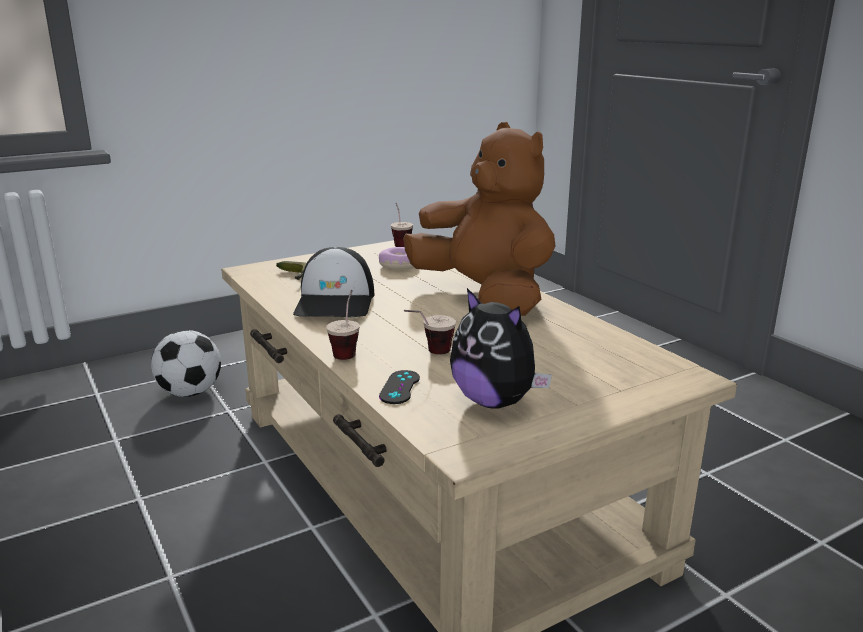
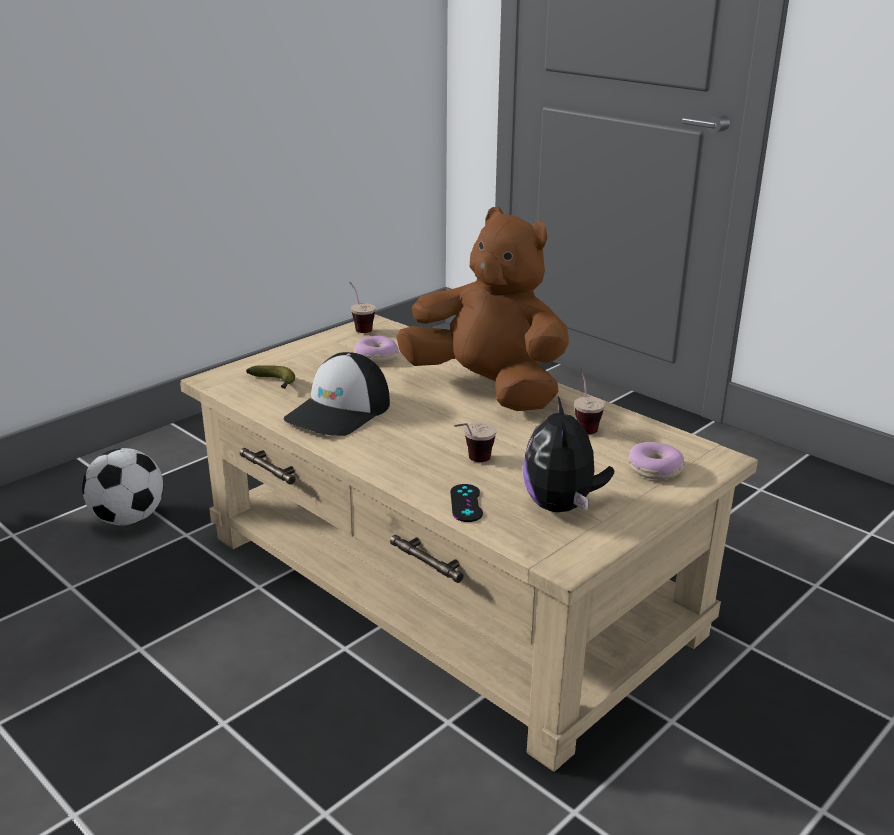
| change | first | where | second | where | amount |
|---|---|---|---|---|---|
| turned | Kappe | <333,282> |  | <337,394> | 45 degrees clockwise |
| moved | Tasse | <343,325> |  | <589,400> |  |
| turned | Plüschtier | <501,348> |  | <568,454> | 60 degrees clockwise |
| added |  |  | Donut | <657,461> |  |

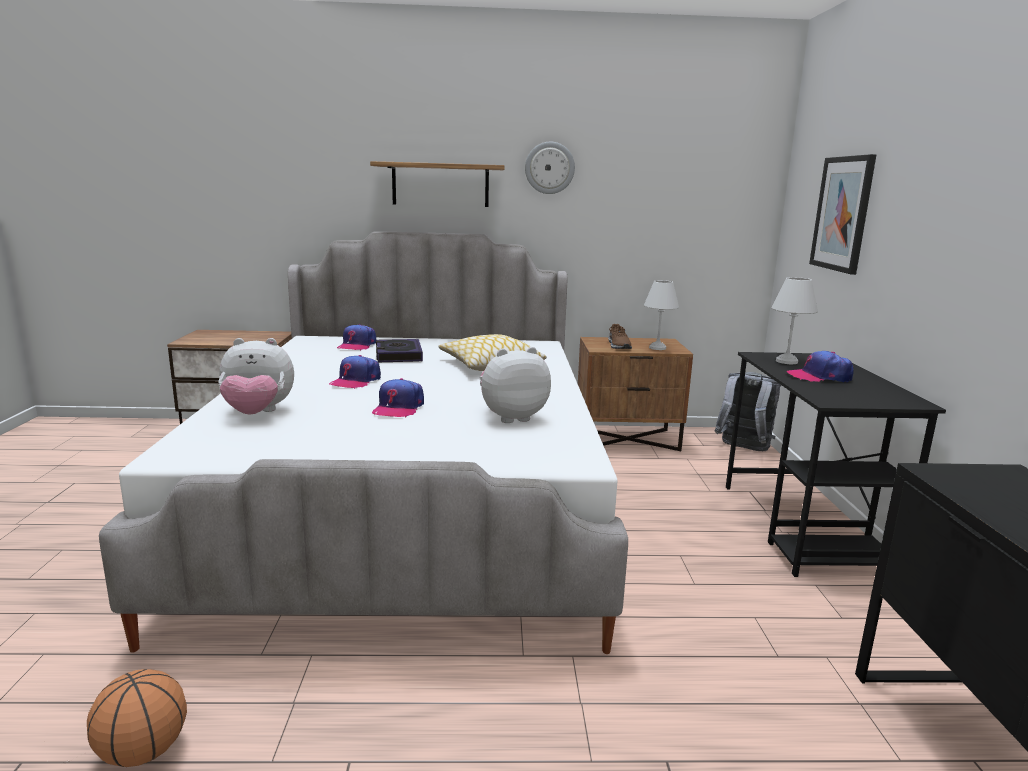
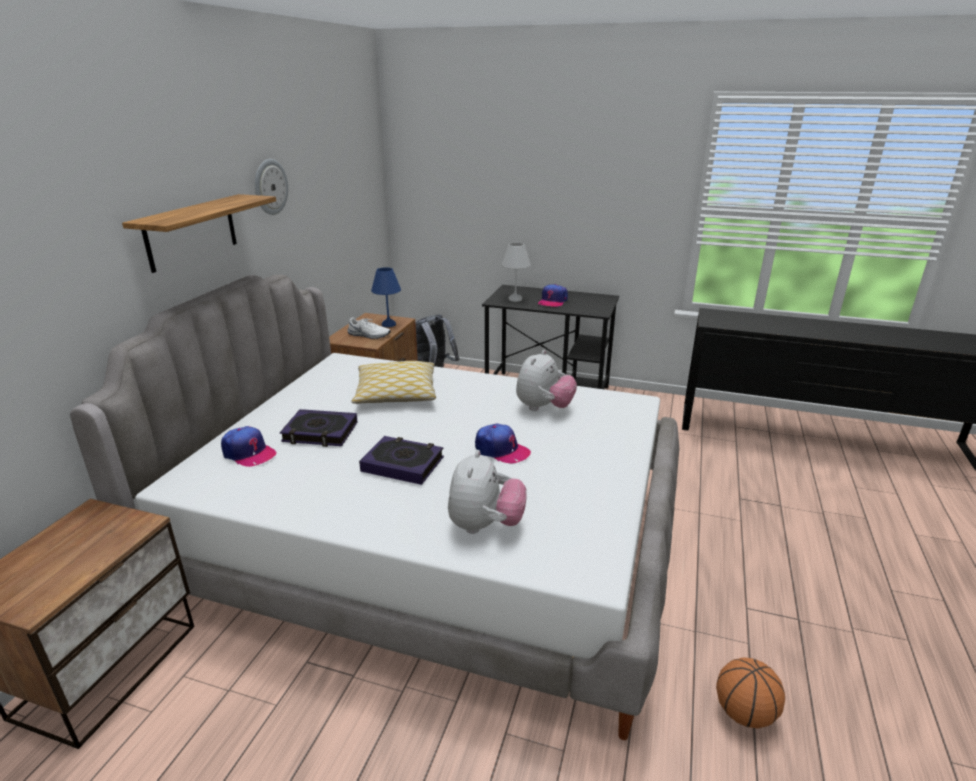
| change | first | where | second | where | amount |
|---|---|---|---|---|---|
| replaced | Kappe | <355,372> | Buch | <401,460> |  |
| turned | Plüschtier | <515,385> |  | <546,380> | 150 degrees counterclockwise |
| recoloured | Schuh [braun] | <620,336> | Schuh [weiß] | <369,328> |  |
| recoloured | Tischlampe [weiß] | <661,315> | Tischlampe [blau] | <386,297> |  |
| removed | Bild | <842,214> |  |  |  |

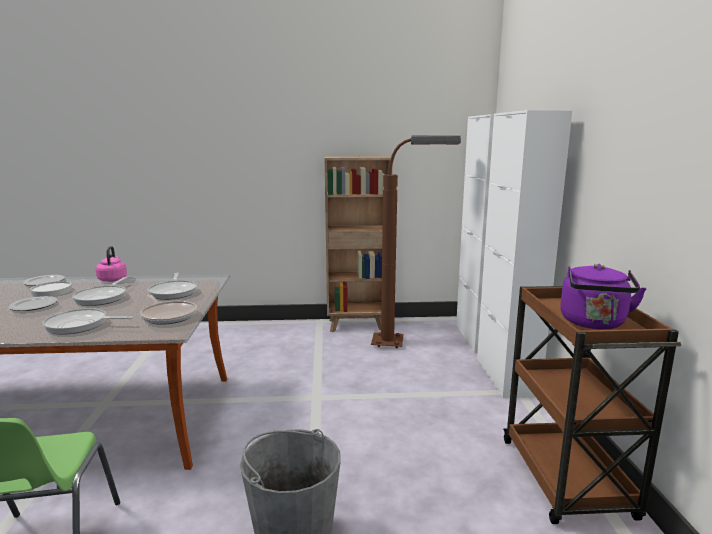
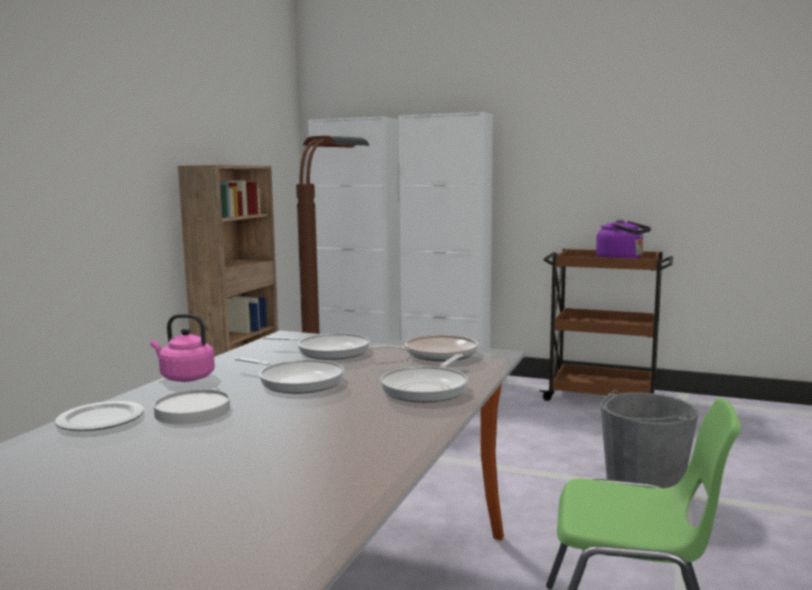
| change | first | where | second | where | amount |
|---|---|---|---|---|---|
| removed | Teller | <33,303> |  |  |  |

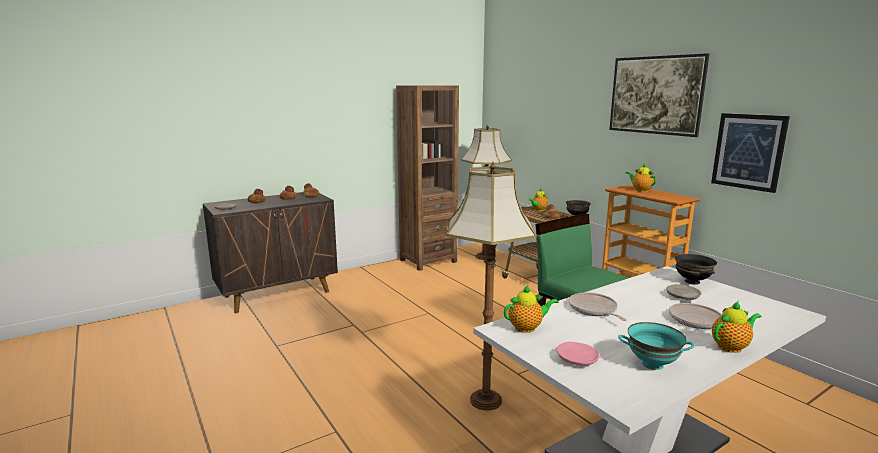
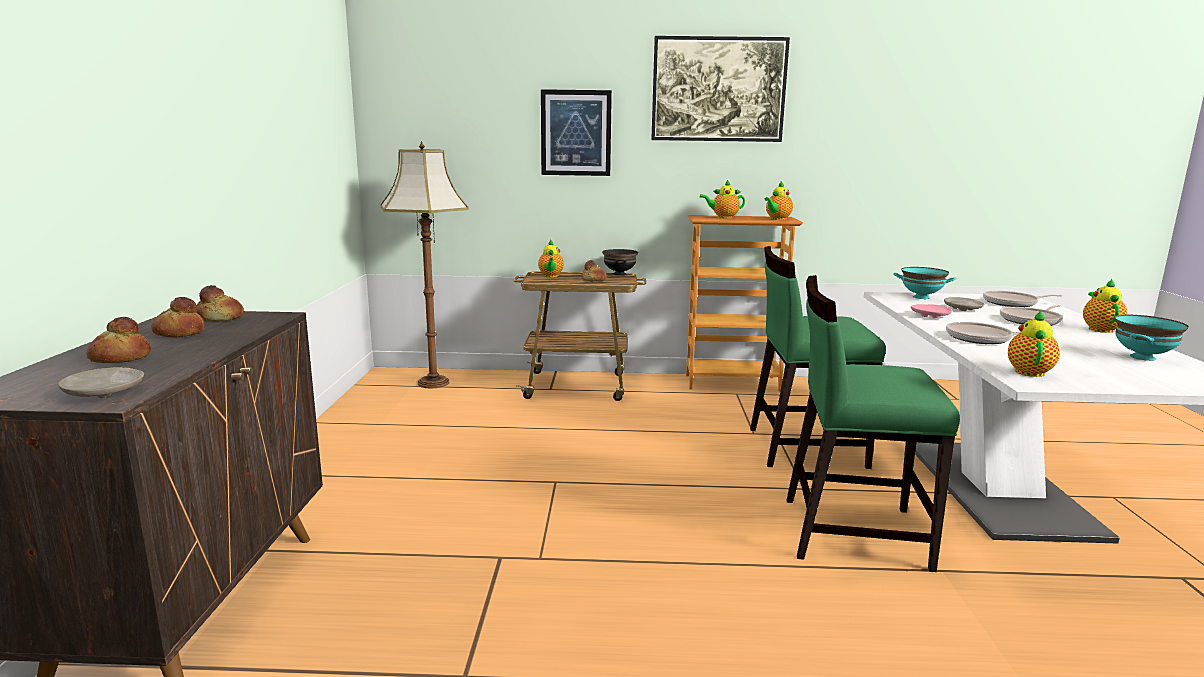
| change | first | where | second | where | amount |
|---|---|---|---|---|---|
| removed | Bücherregal [braun] | <427,178> |  |  |  |
| replaced | Stehlampe | <491,286> | Stuhl [grün] | <873,423> |  |
| moved | Teller [rosa] | <578,353> |  | <931,311> |  |
| recoloured | Schüssel [schwarz] | <696,269> | Schüssel [türkis] | <924,283> |  |
| moved | Bild | <750,153> |  | <576,132> |  |
| added |  |  | Teekanne | <779,200> |  |
| added |  |  | Pfanne | <1022,299> |  |

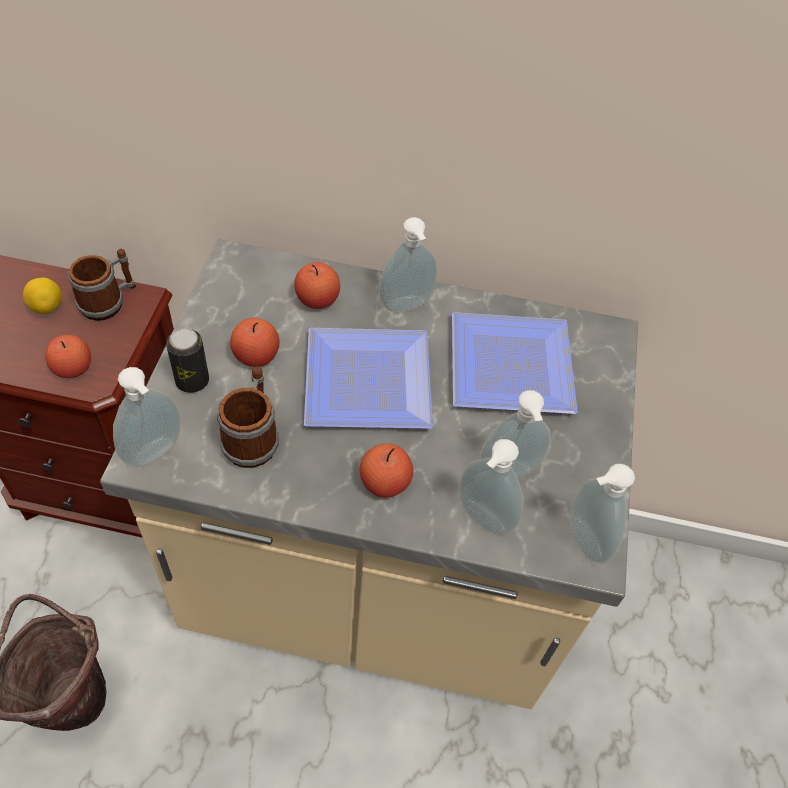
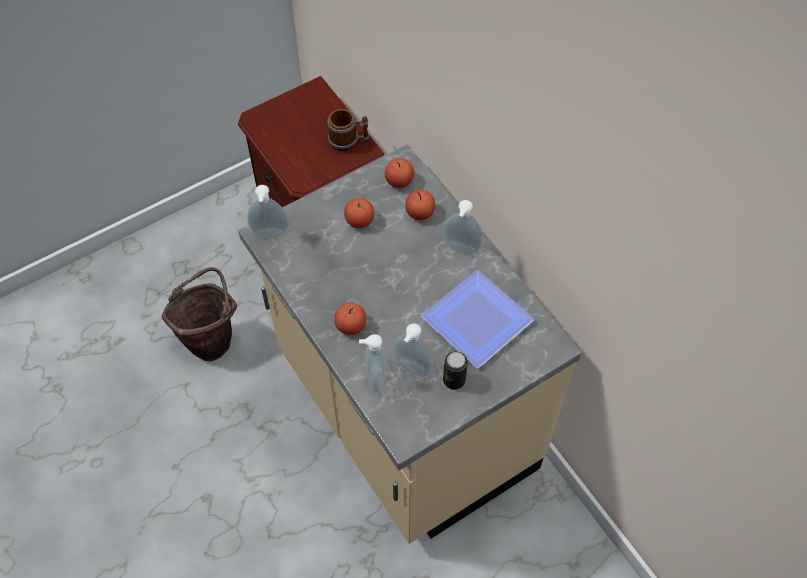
| change | first | where | second | where | amount |
|---|---|---|---|---|---|
| removed | Zitrone | <42,296> |  |  |  |
| moved | Apfel | <68,356> |  | <399,173> |  |
| moved | Dose | <187,360> |  | <455,370> |  |
| removed | Henkelbecher | <248,417> |  |  |  |
| removed | Teller | <368,378> |  |  |  |
| removed | Seifenspender | <602,513> |  |  |  |

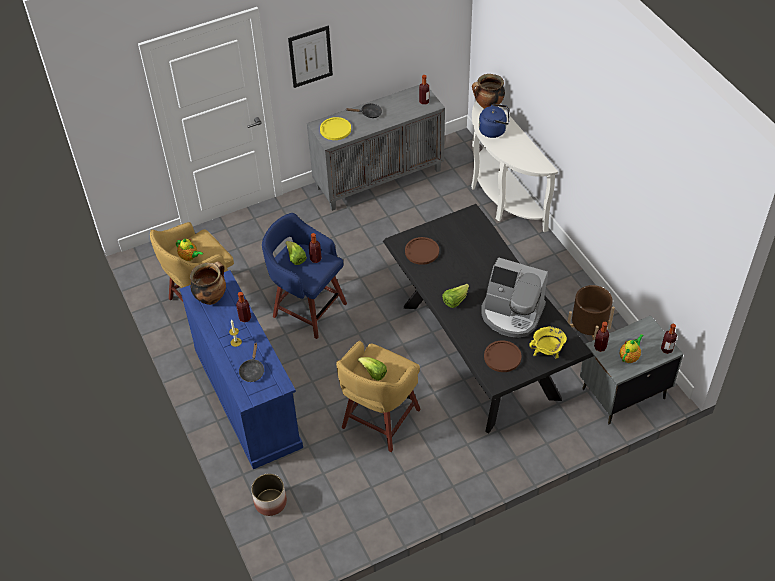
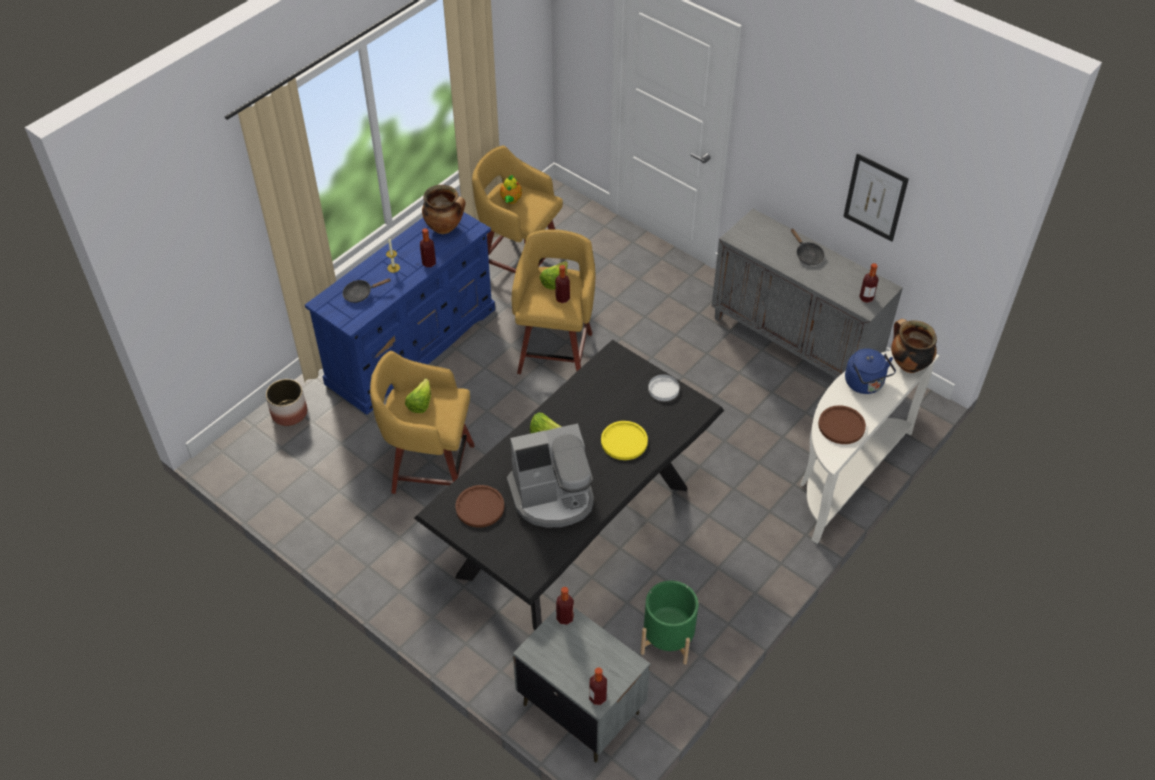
| change | first | where | second | where | amount |
|---|---|---|---|---|---|
| recoloured | Hocker [blau] | <304,276> | Hocker [gelb] | <553,301> |  |
| moved | Bild | <310,56> |  | <876,197> |  |
| moved | Teller [gelb] | <335,128> |  | <624,440> |  |
| moved | Teller [braun] | <422,251> |  | <842,424> |  |
| turned | Kaffeemaschine | <514,297> |  | <550,475> | 105 degrees counterclockwise |
| removed | Kochtopf [gelb] | <548,342> |  |  |  |
| recoloured | Pflanzkübel [braun] | <591,312> | Pflanzkübel [grün] | <670,623> |  |
| removed | Teekanne | <632,348> |  |  |  |
| added |  |  | Teller [weiß] | <663,388> |  |

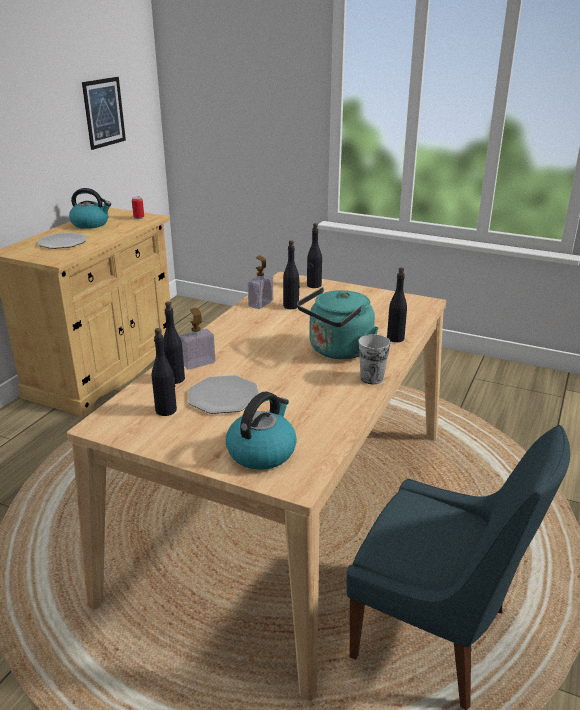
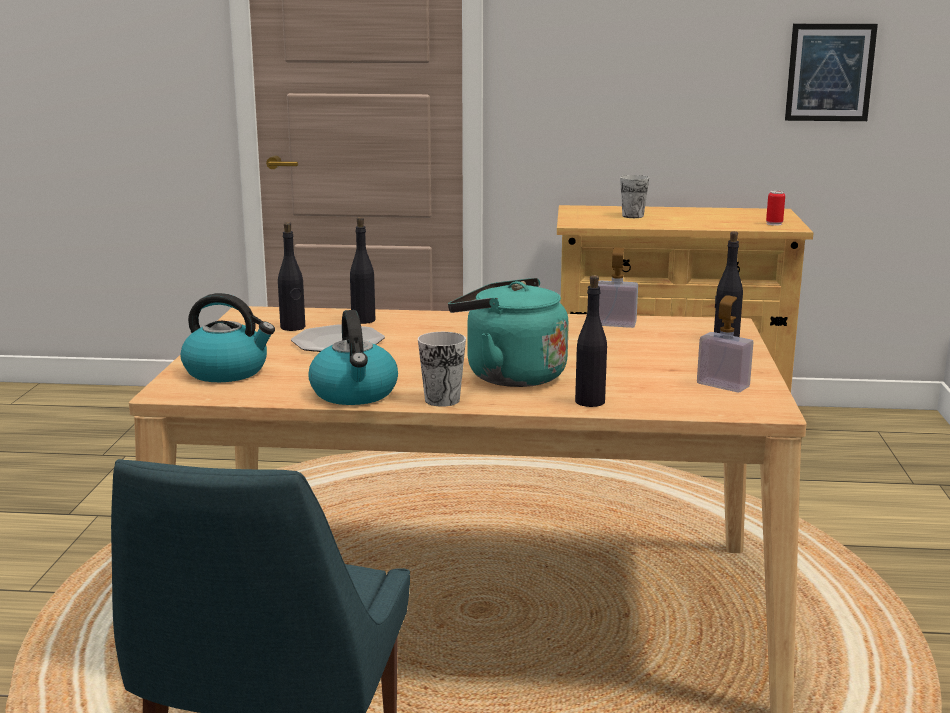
| change | first | where | second | where | amount |
|---|---|---|---|---|---|
| replaced | Teller | <62,240> | Tasse | <634,196> |  |
| moved | Wasserkessel | <90,208> |  | <353,357> |  |
| moved | Seifenspender | <197,339> |  | <725,343> |  |
| removed | Flasche [schwarz] | <291,274> |  |  |  |

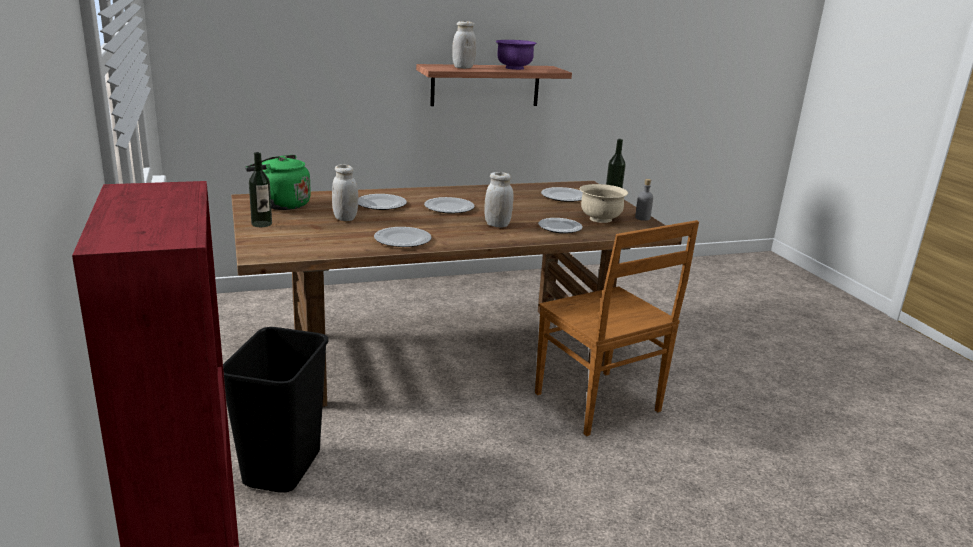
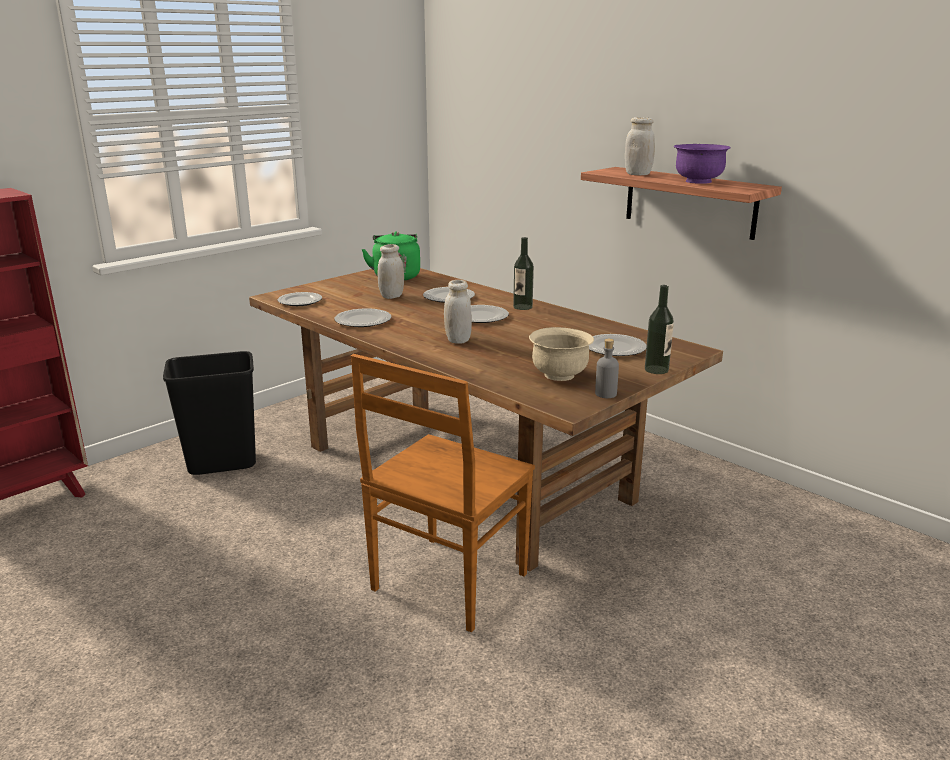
| change | first | where | second | where | amount |
|---|---|---|---|---|---|
| moved | Flasche | <260,189> |  | <523,273> |  |
| moved | Teller | <560,226> |  | <300,299> |  |

